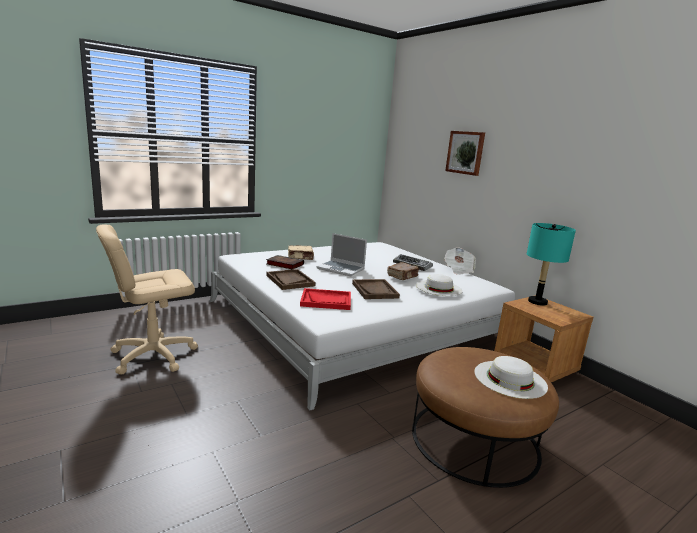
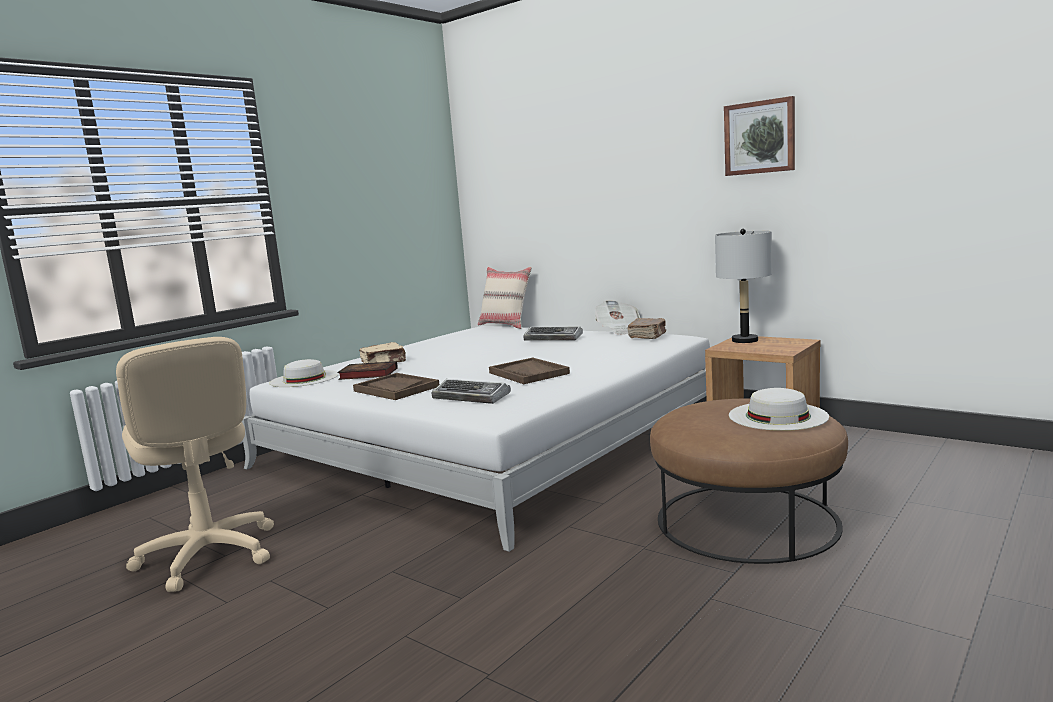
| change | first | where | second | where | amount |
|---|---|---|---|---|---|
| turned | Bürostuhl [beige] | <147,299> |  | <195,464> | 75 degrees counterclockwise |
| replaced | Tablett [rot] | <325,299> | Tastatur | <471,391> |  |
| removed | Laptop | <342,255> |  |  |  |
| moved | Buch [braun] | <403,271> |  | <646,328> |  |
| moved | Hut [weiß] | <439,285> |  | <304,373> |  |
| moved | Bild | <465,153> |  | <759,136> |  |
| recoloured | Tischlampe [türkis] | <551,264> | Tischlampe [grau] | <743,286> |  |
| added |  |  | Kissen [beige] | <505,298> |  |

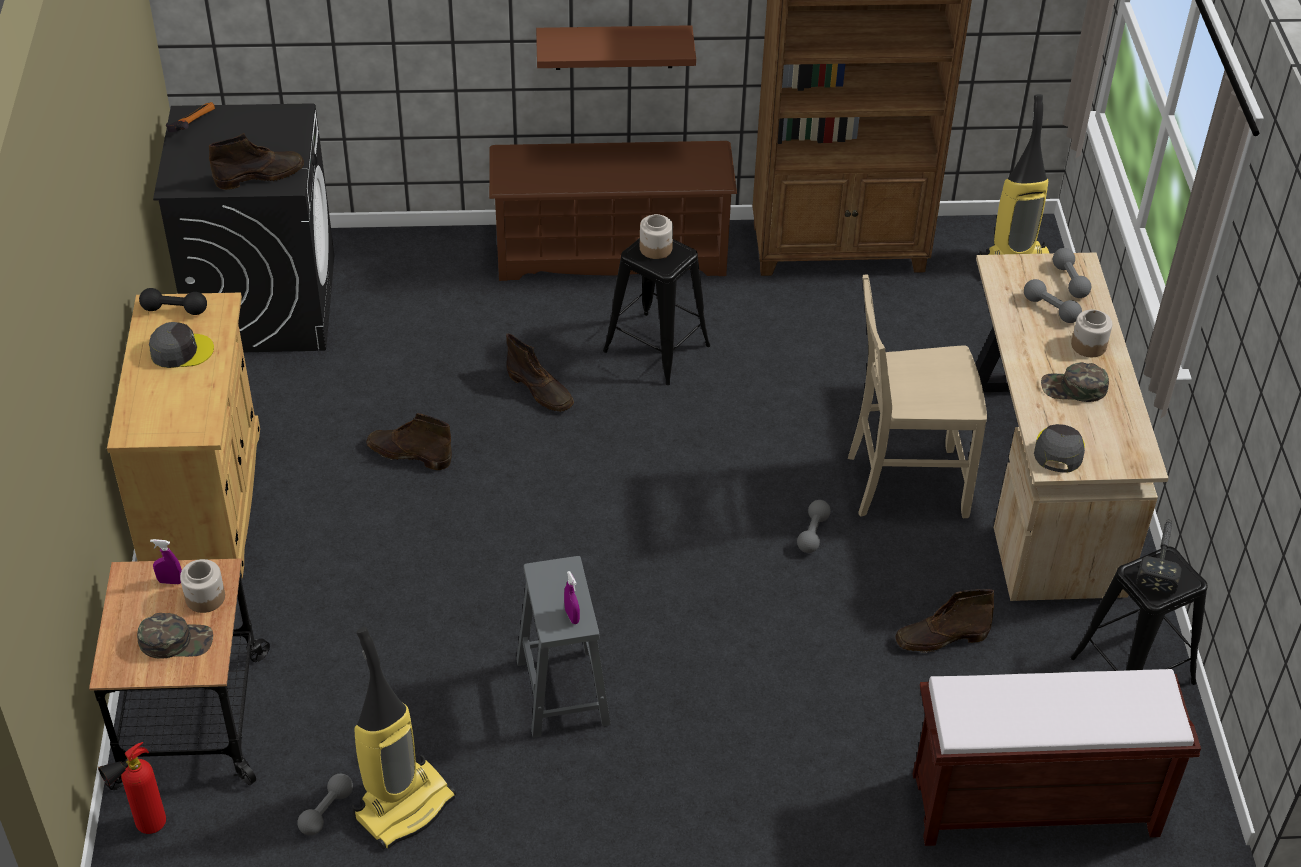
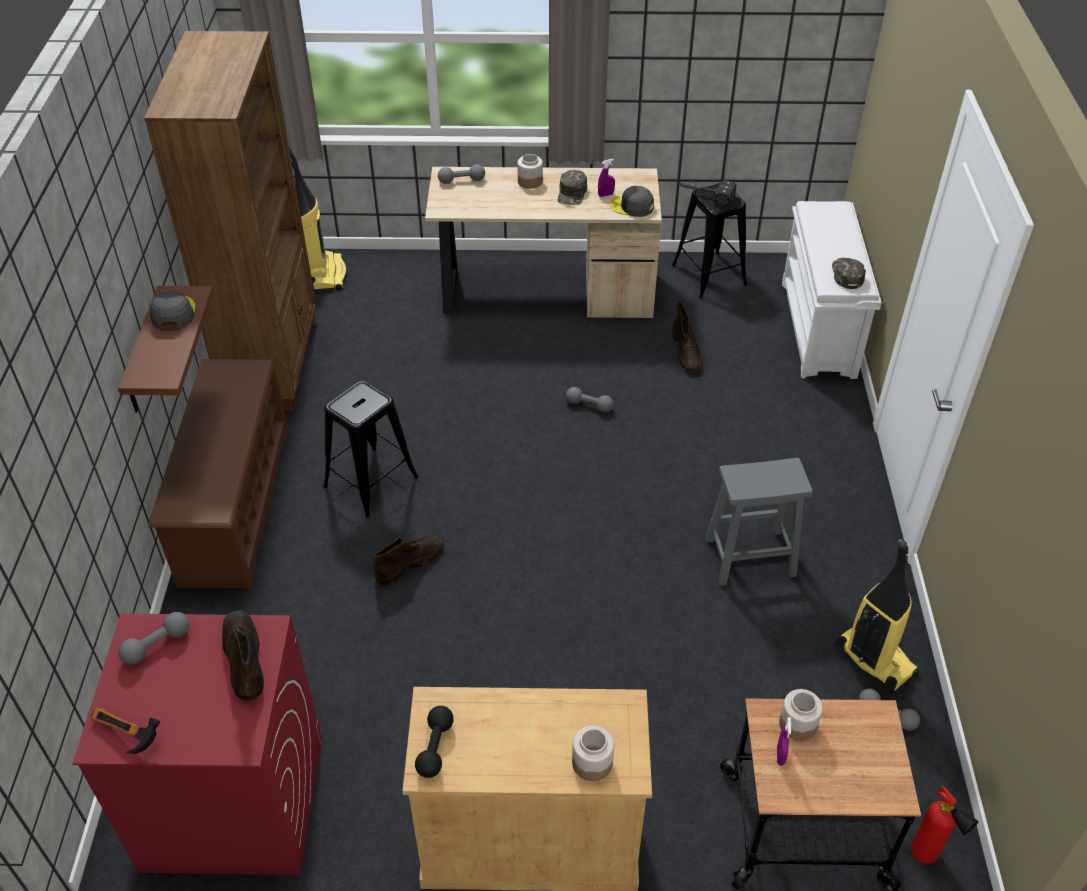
| change | first | where | second | where | amount |
|---|---|---|---|---|---|
| moved | Kappe [grün] | <175,636> |  | <849,273> |  |
| moved | Kappe [grau] | <181,345> |  | <173,311> |  |
| recoloured | Waschmaschine [schwarz] | <243,227> | Waschmaschine [rot] | <197,744> |  |
| removed | Stiefel [braun] | <409,441> |  |  |  |
| moved | Sprühflasche [lila] | <572,597> |  | <606,178> |  |
| moved | Vorratsglas | <656,236> |  | <593,753> |  |
| removed | Stuhl [beige] | <917,396> |  |  |  |
| recoloured | Bank [braun] | <1057,757> | Bank [weiß] | <832,290> |  |
| moved | Hantel [grau] | <1053,301> |  | <153,638> |  |

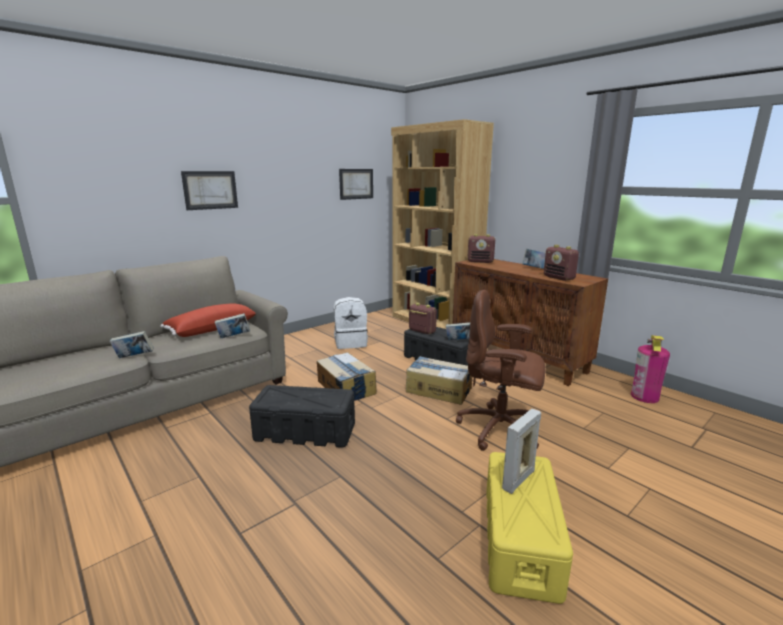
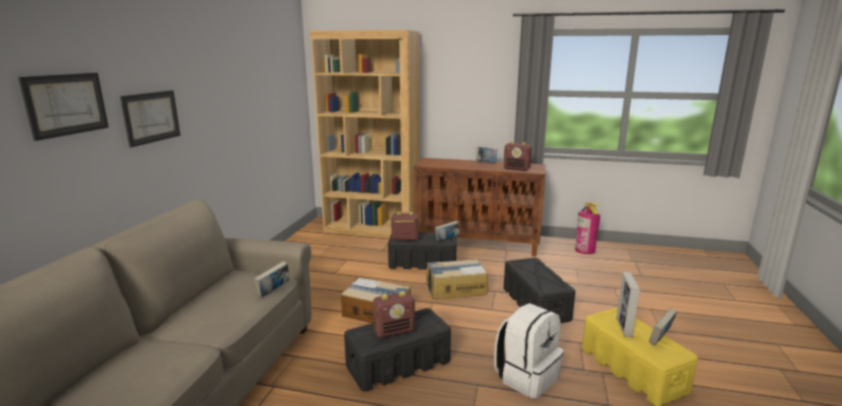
| change | first | where | second | where | amount |
|---|---|---|---|---|---|
| moved | Buch | <132,344> |  | <663,327> |  |
| removed | Kissen [rot] | <208,320> |  |  |  |
| moved | Rucksack [weiß] | <350,323> |  | <528,351> |  |
| moved | Bild | <356,184> |  | <63,107> |  |
| replaced | Bürostuhl [braun] | <500,370> | Aufbewahrungsbox [schwarz] | <539,290> |  |
| moved | Radio | <481,248> |  | <394,314> |  |

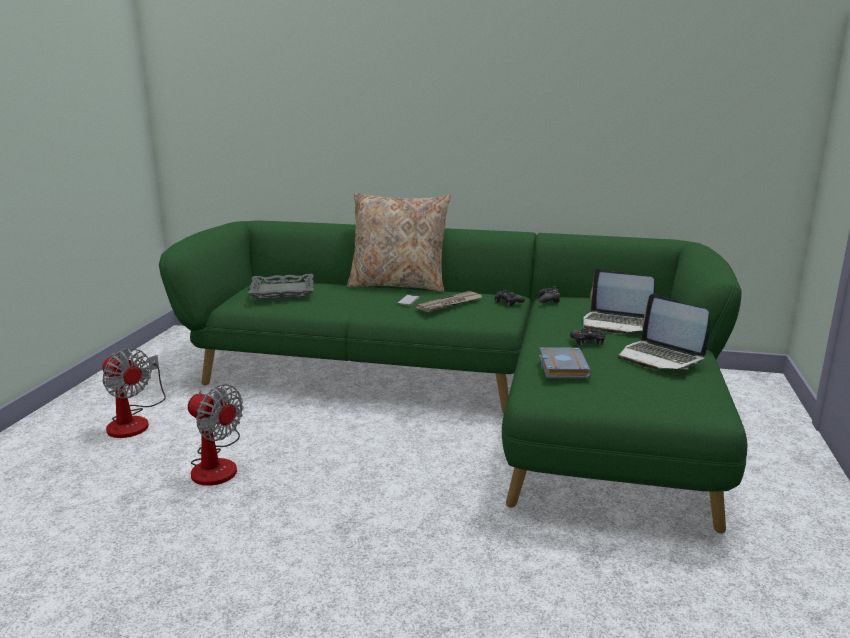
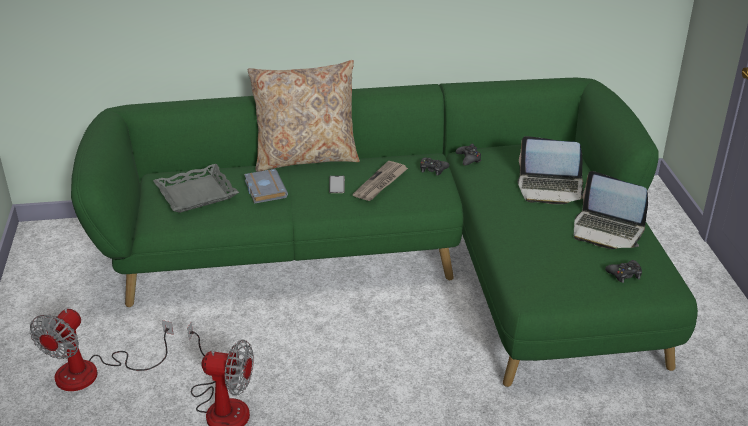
| change | first | where | second | where | amount |
|---|---|---|---|---|---|
| turned | Ventilator | <134,393> |  | <102,349> | 90 degrees clockwise |
| moved | Buch [grau] | <565,363> |  | <266,186> |  |
| moved | Gamepad [schwarz] | <587,337> |  | <623,271> |  |

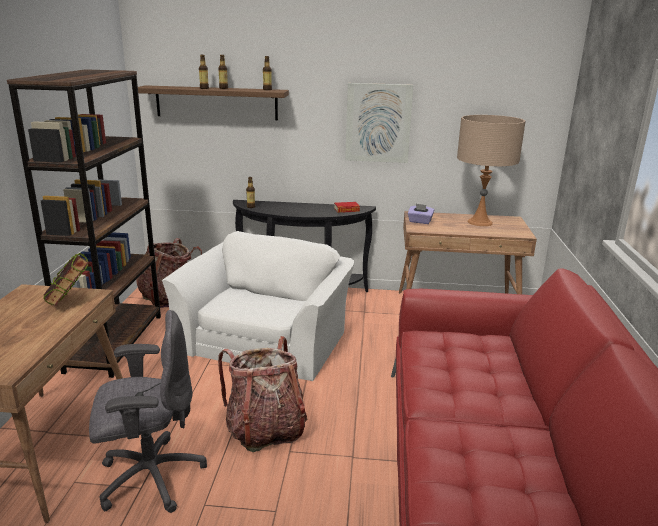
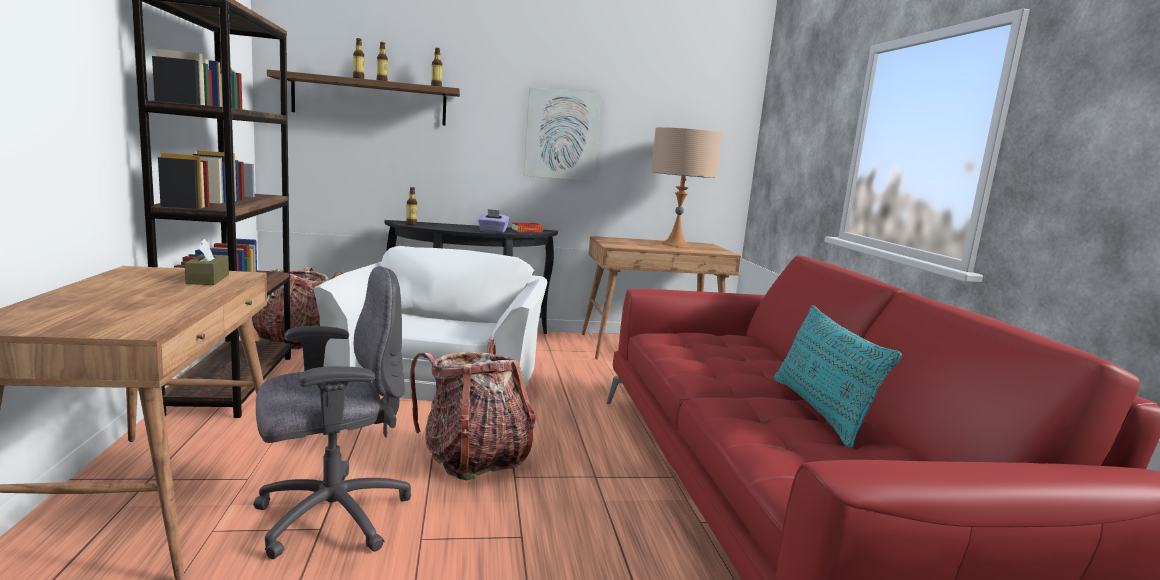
| change | first | where | second | where | amount |
|---|---|---|---|---|---|
| replaced | Buch | <66,279> | Taschentuchbox [braun] | <207,262> |  |
| moved | Taschentuchbox [lila] | <421,214> |  | <493,221> |  |
| added |  |  | Kissen [türkis] | <838,376> |  |

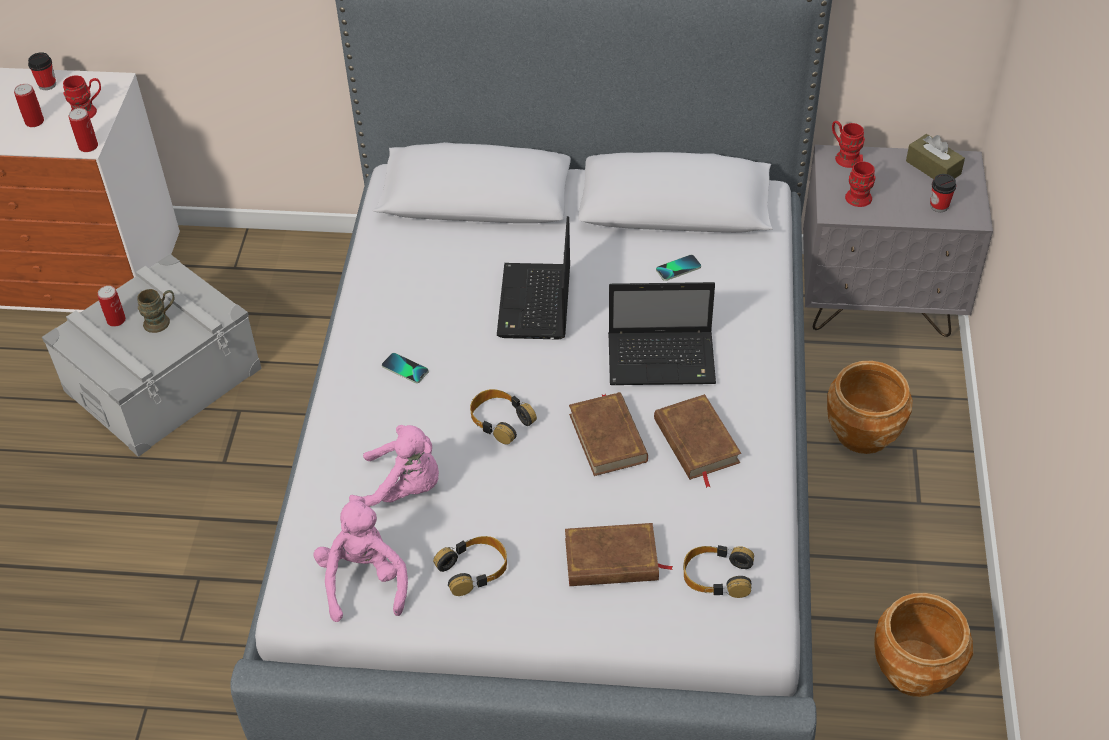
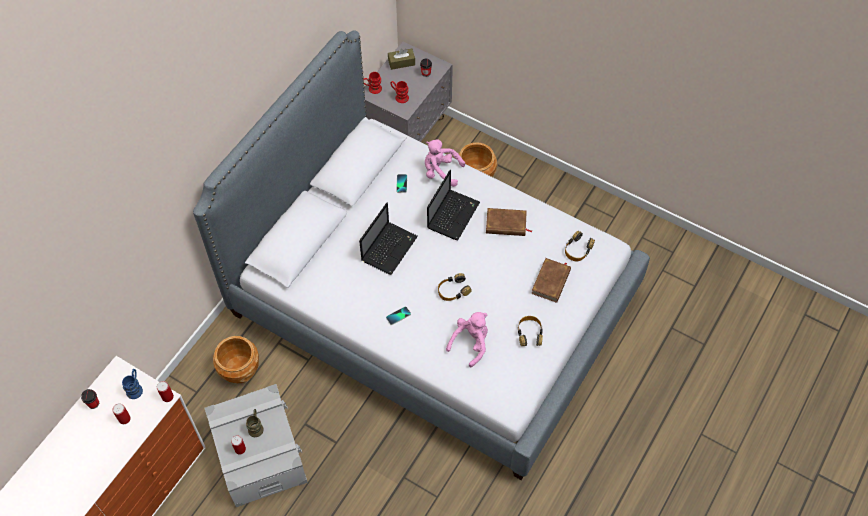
| change | first | where | second | where | amount |
|---|---|---|---|---|---|
| recoloured | Henkelbecher [rot] | <82,97> | Henkelbecher [blau] | <132,384> |  |
| moved | Plüschtier [rosa] | <360,559> |  | <445,163> |  |
| turned | Laptop | <533,277> |  | <388,239> | 90 degrees counterclockwise |
| removed | Buch [braun] | <608,434> |  |  |  |
| moved | Pflanzkübel [braun] | <924,645> |  | <236,359> |  |

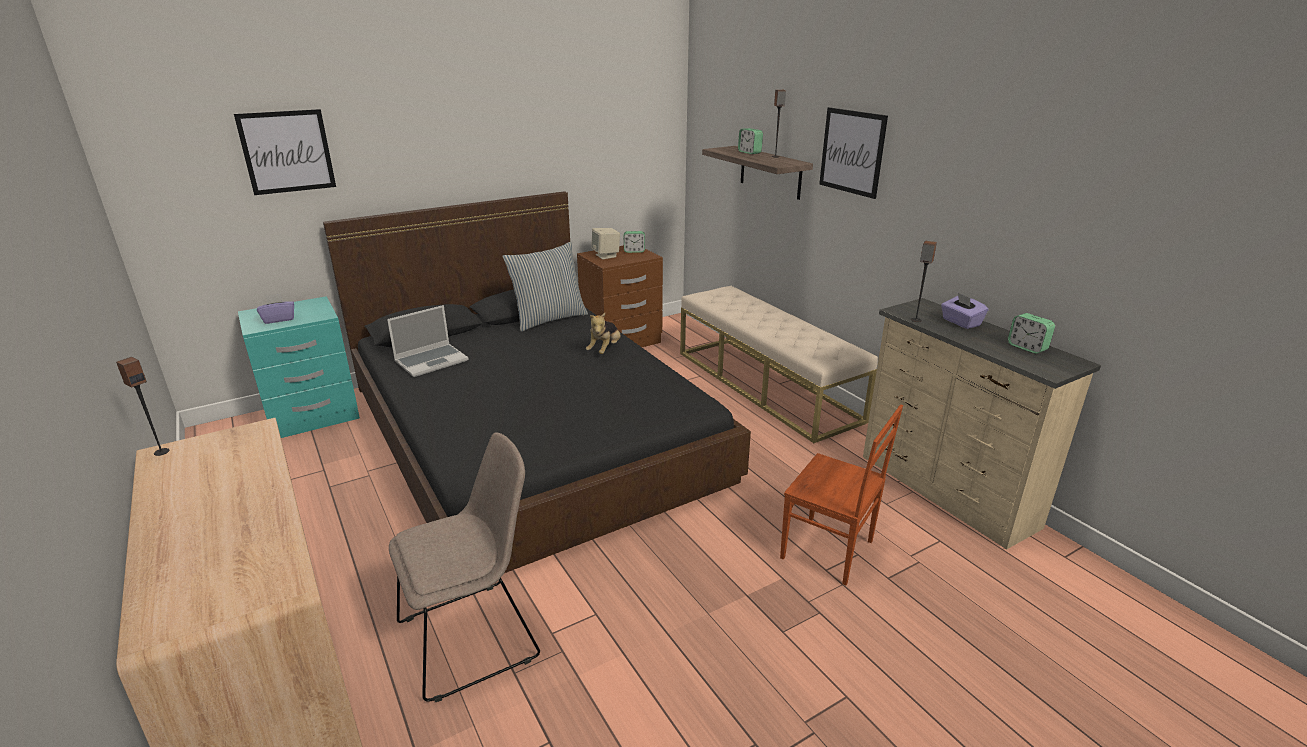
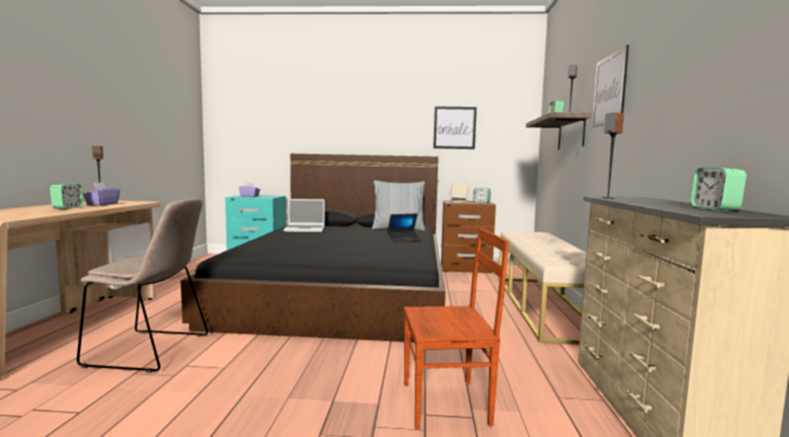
| change | first | where | second | where | amount |
|---|---|---|---|---|---|
| moved | Bild | <285,152> |  | <455,127> |  |
| replaced | Plüschtier | <603,333> | Laptop | <405,228> |  |
| turned | Stuhl [braun] | <841,495> |  | <456,329> | 75 degrees counterclockwise |
| moved | Taschentuchbox [lila] | <965,311> |  | <101,194> |  |
| added |  |  | Wecker | <66,196> |  |

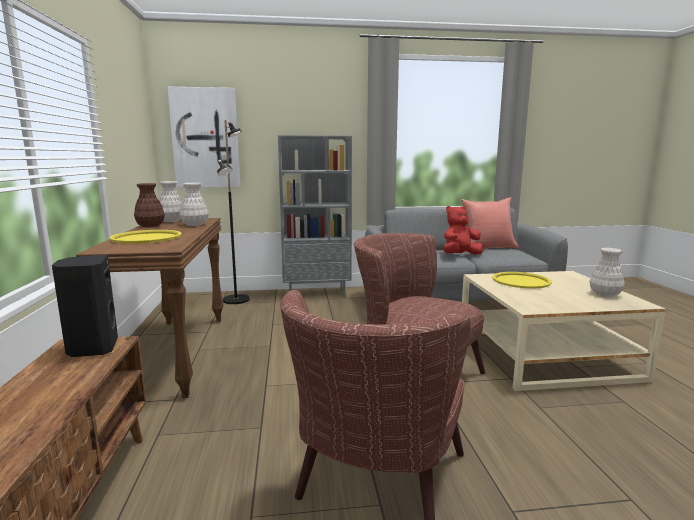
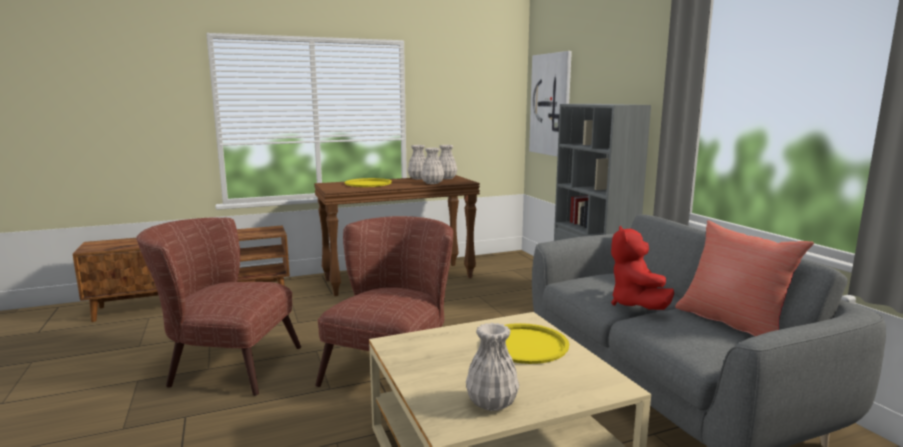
| change | first | where | second | where | amount |
|---|---|---|---|---|---|
| removed | Lautsprecher [schwarz] | <85,306> |  |  |  |
| recoloured | Vase [braun] | <149,205> | Vase [weiß] | <417,162> |  |
| removed | Stehlampe [schwarz] | <233,212> |  |  |  |
| turned | Plüschtier [rot] | <463,230> |  | <642,268> | 135 degrees counterclockwise |

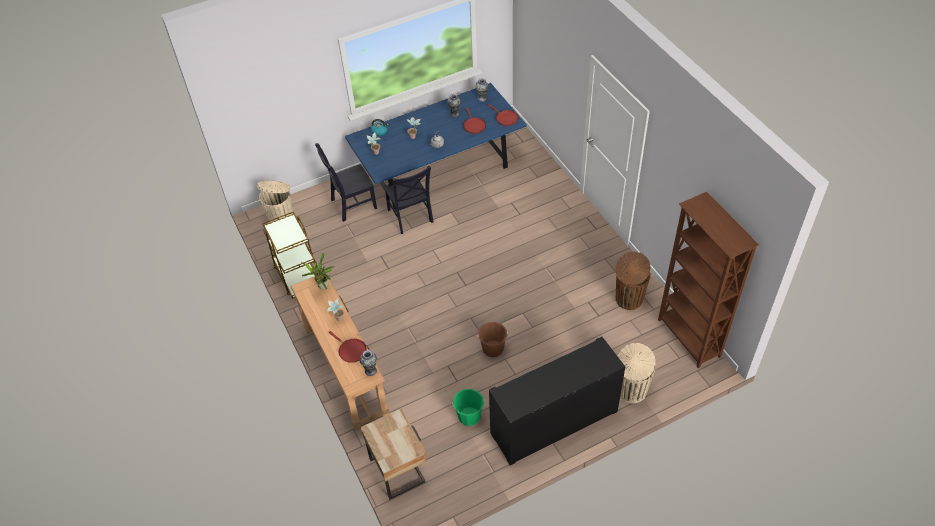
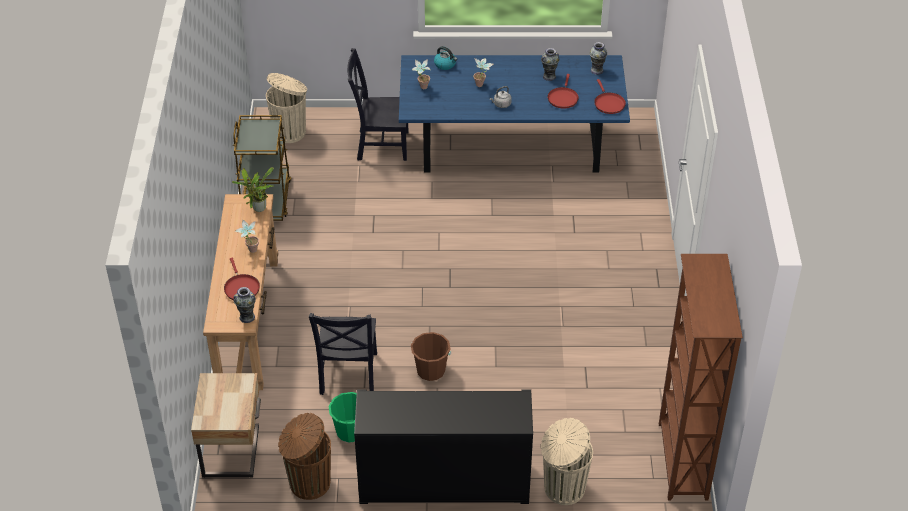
| change | first | where | second | where | amount |
|---|---|---|---|---|---|
| moved | Stuhl [schwarz] | <408,200> |  | <343,354> |  |
| moved | Mülleimer [braun] | <633,280> |  | <304,456> |  |

